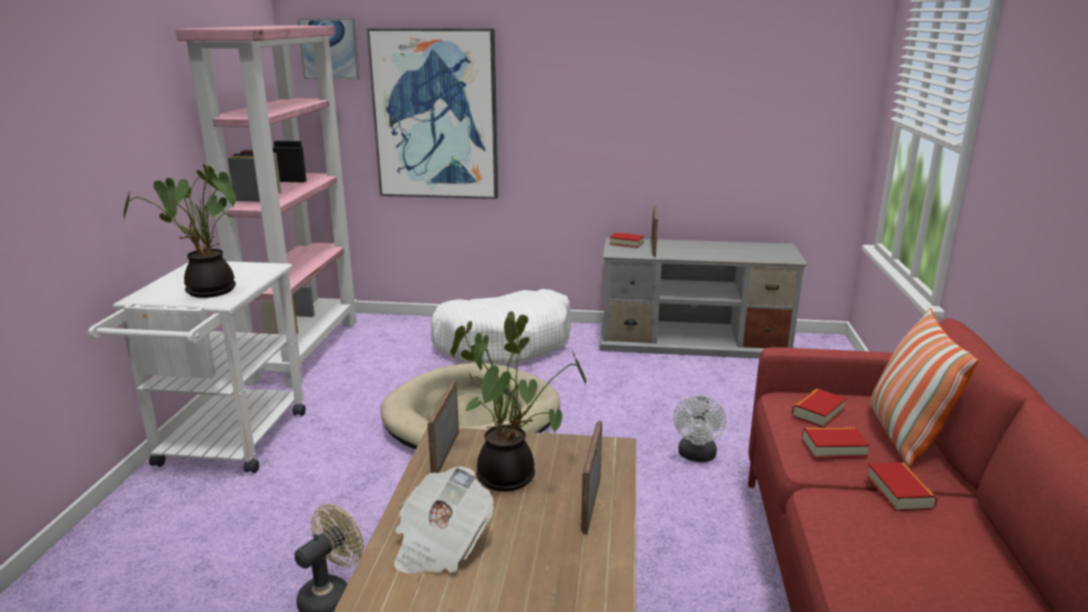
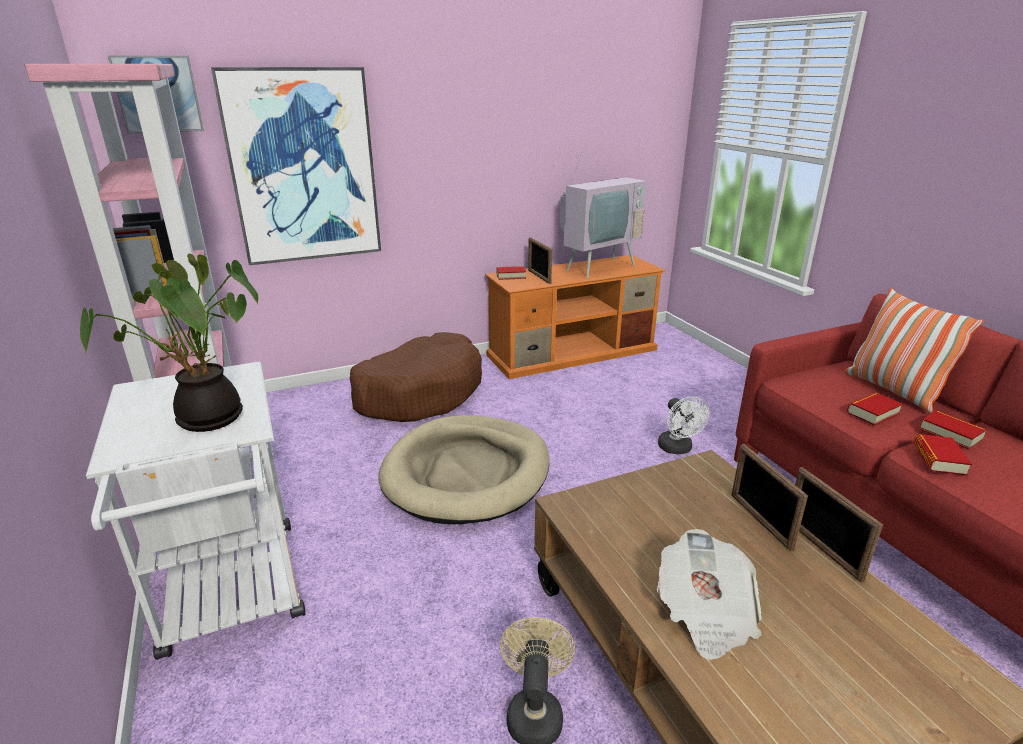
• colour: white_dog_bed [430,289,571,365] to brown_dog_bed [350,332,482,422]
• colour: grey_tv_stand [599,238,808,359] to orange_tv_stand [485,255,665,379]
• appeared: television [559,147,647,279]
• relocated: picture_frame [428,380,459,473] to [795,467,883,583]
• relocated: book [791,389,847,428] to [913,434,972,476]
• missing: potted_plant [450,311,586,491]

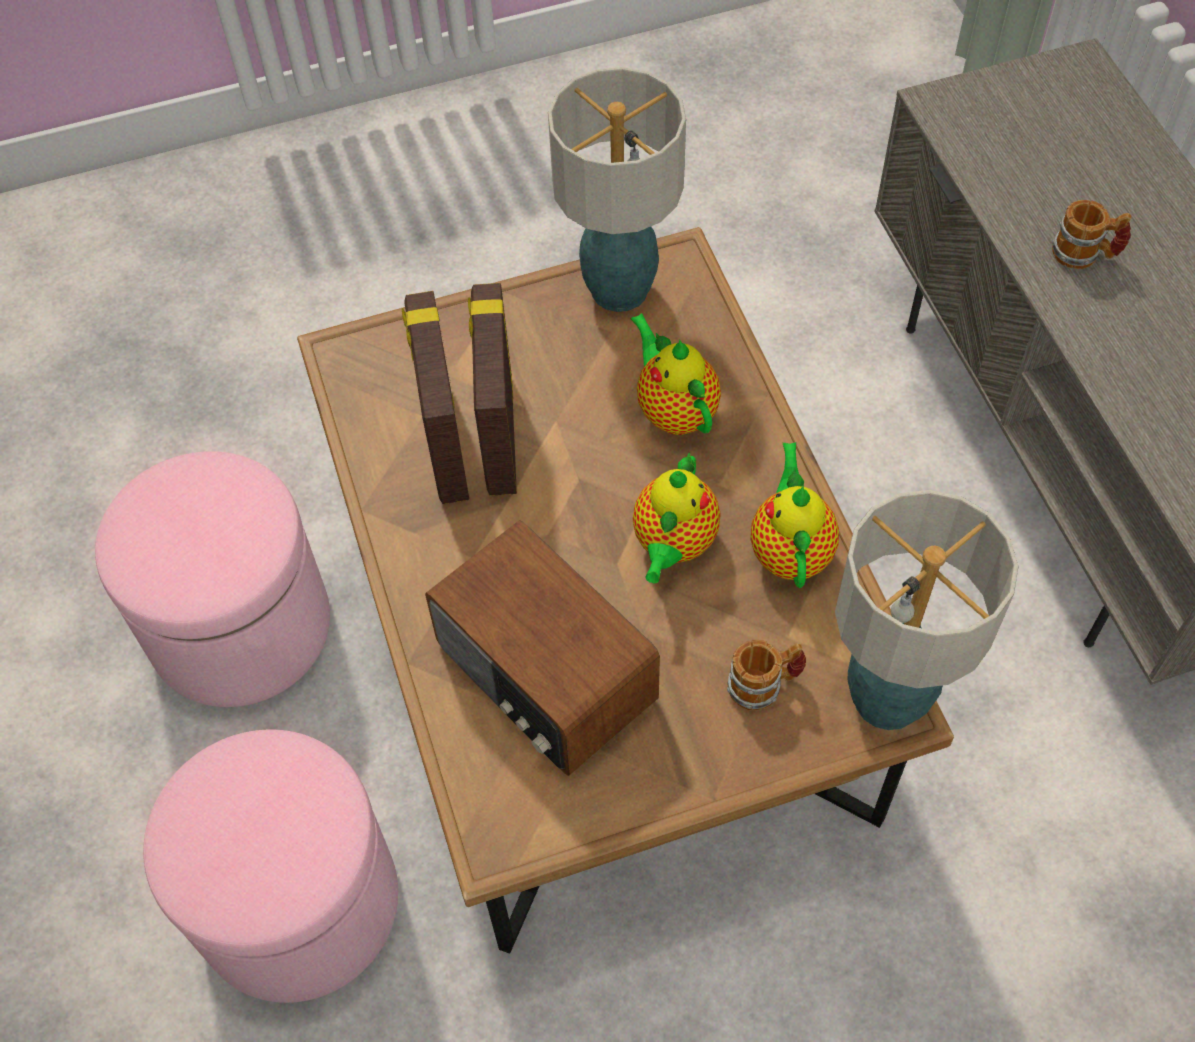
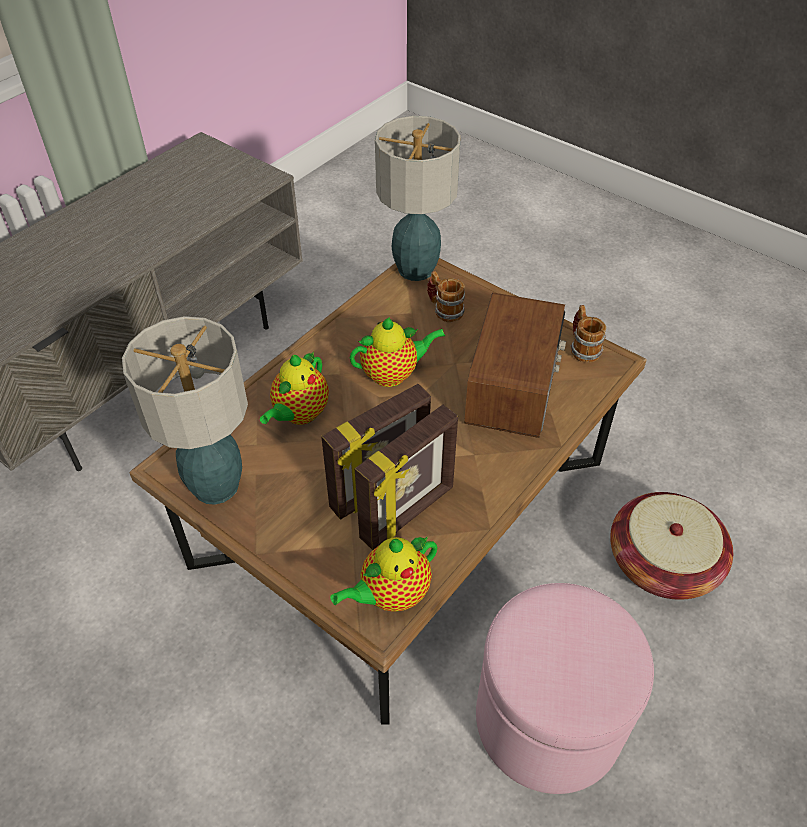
• relocated: teapot [750,442,839,588] to [330,536,438,612]
• relocated: mug [1052,200,1131,269] to [570,305,606,363]
• exchanged: pink_ottoman [143,730,398,1003] to basket [610,492,733,600]

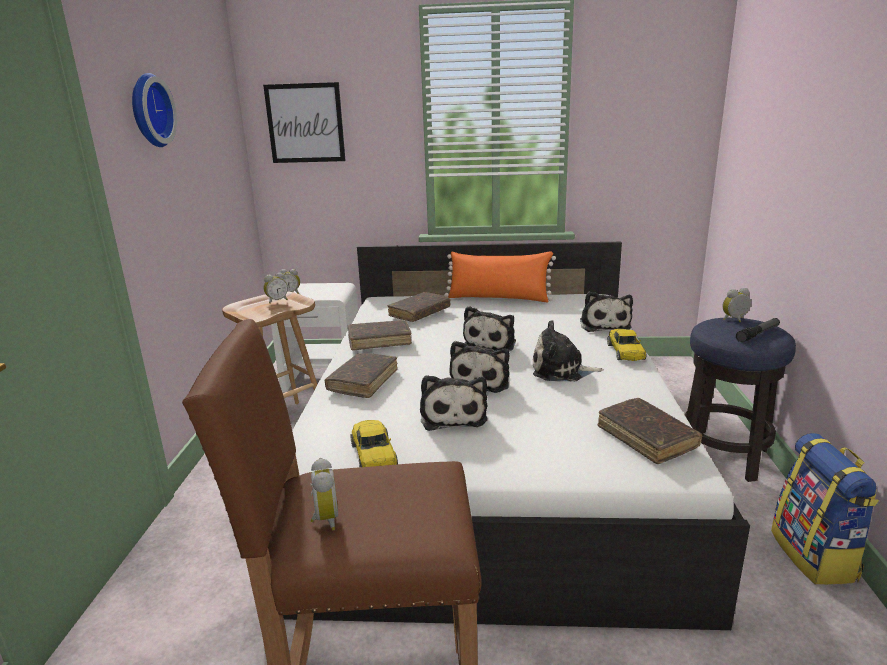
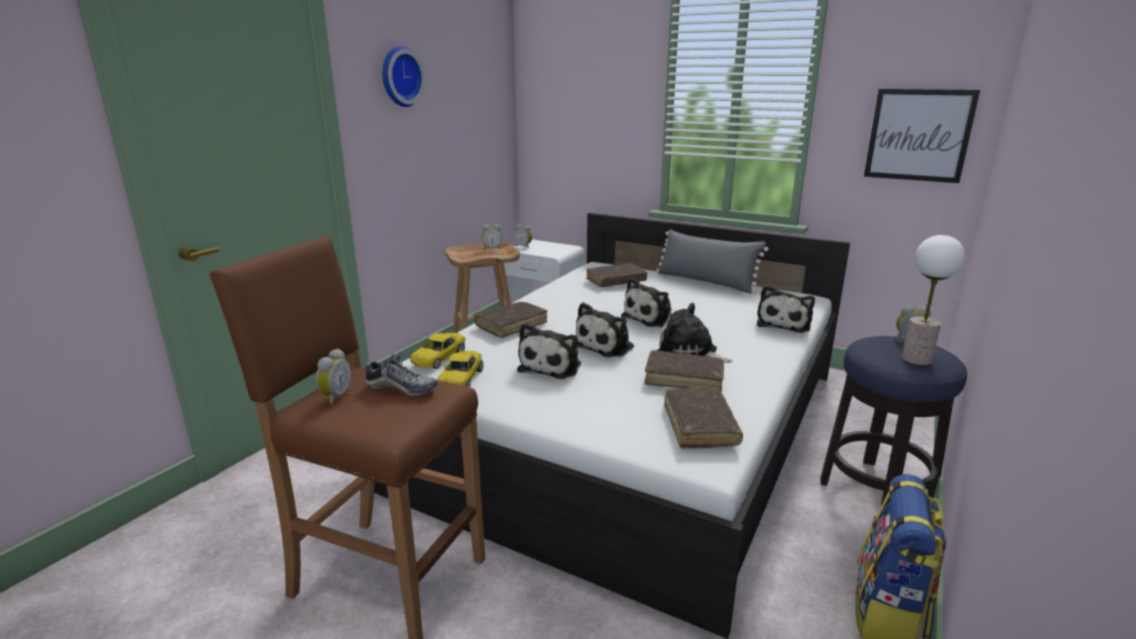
• appeared: shoe [365,352,438,396]
• relocated: yellow_toy_car [607,329,646,361] to [410,333,465,369]
• relocated: brown_book [348,320,412,351] to [644,350,724,392]
• colour: orange_pillow [445,251,556,302] to grey_pillow [656,229,769,294]
• relocated: picture [263,82,346,163] to [864,89,980,183]
• exchanged: flashlight [736,318,780,342] to table_lamp [902,235,965,365]

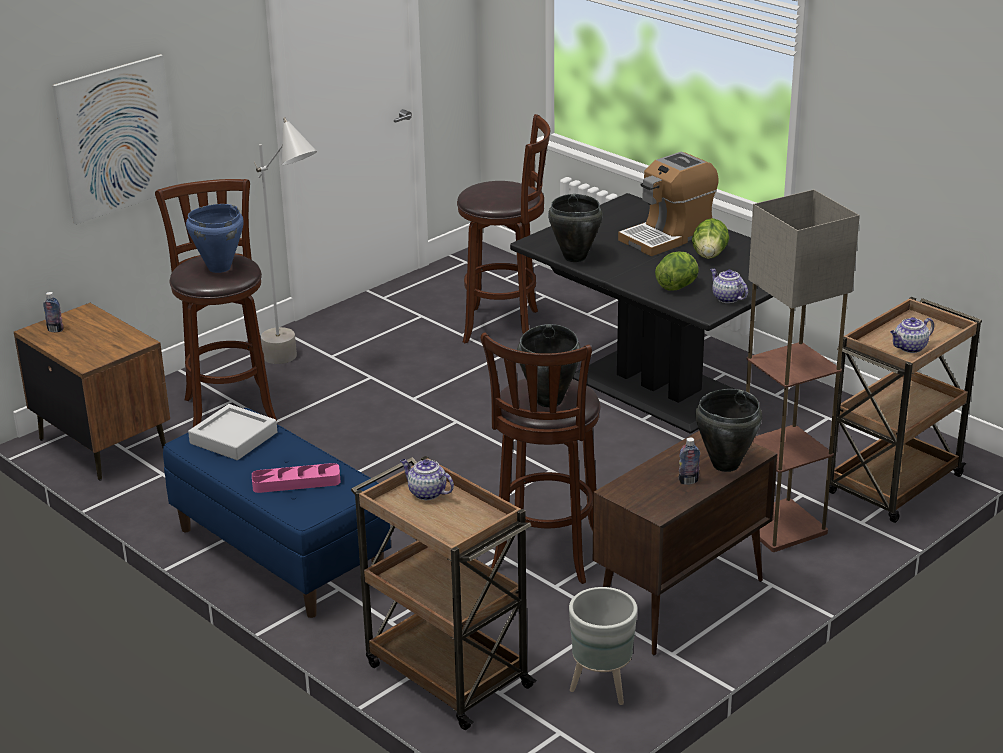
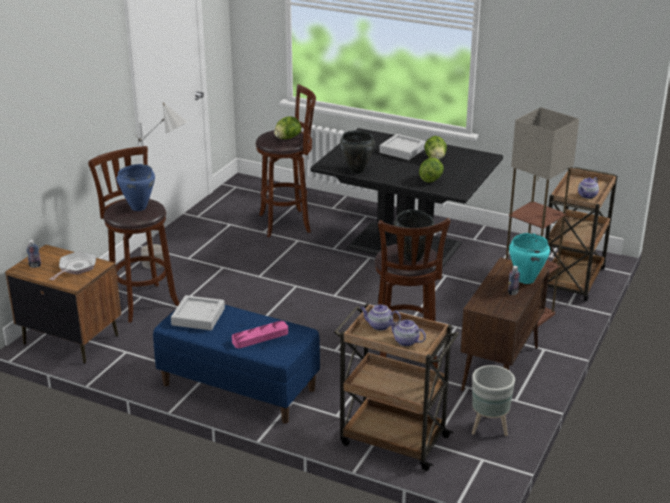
• appeared: frying_pan [50,251,96,280]
• appeared: lettuce [274,116,301,139]
• exchanged: coffee_machine [618,152,719,256] to grey_tray [379,134,426,160]
• relocated: teapot [710,268,748,303] to [389,319,426,347]
• colour: black_cooking_pot [695,389,762,472] to turquoise_cooking_pot [509,233,550,284]
• missing: picture [52,54,178,225]

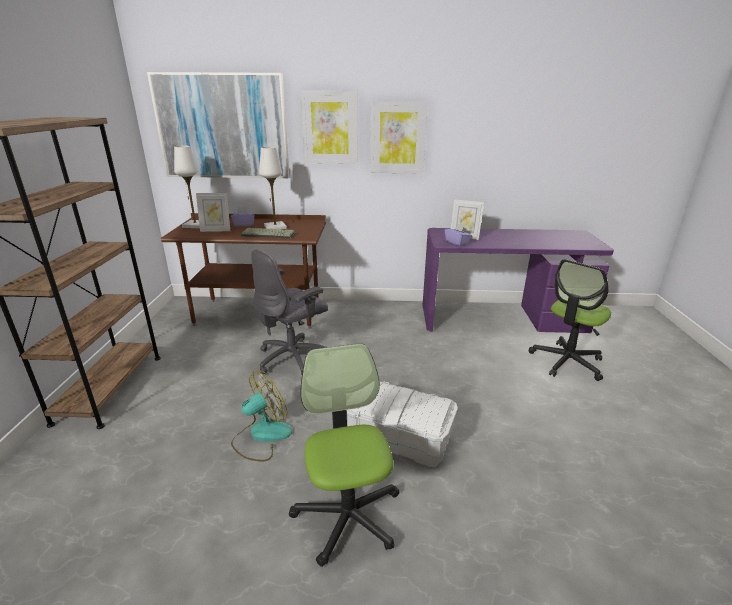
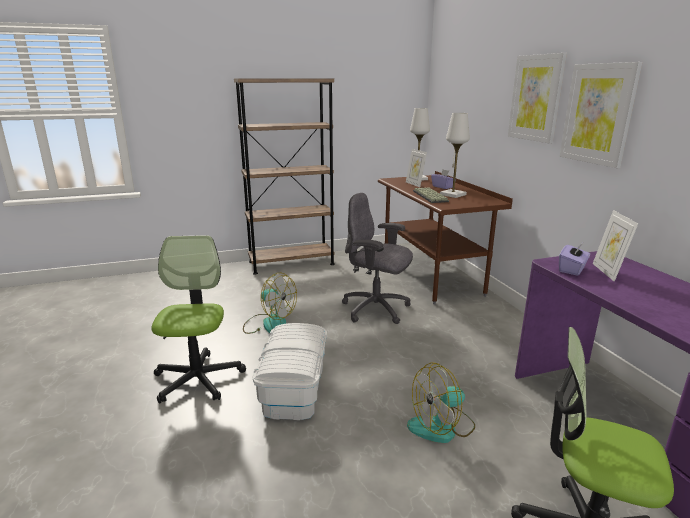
• spun: office_chair [289,343,400,567] = [151,235,246,404] 60 degrees counterclockwise
• appeared: fan [407,362,475,443]
• missing: picture [147,72,290,178]

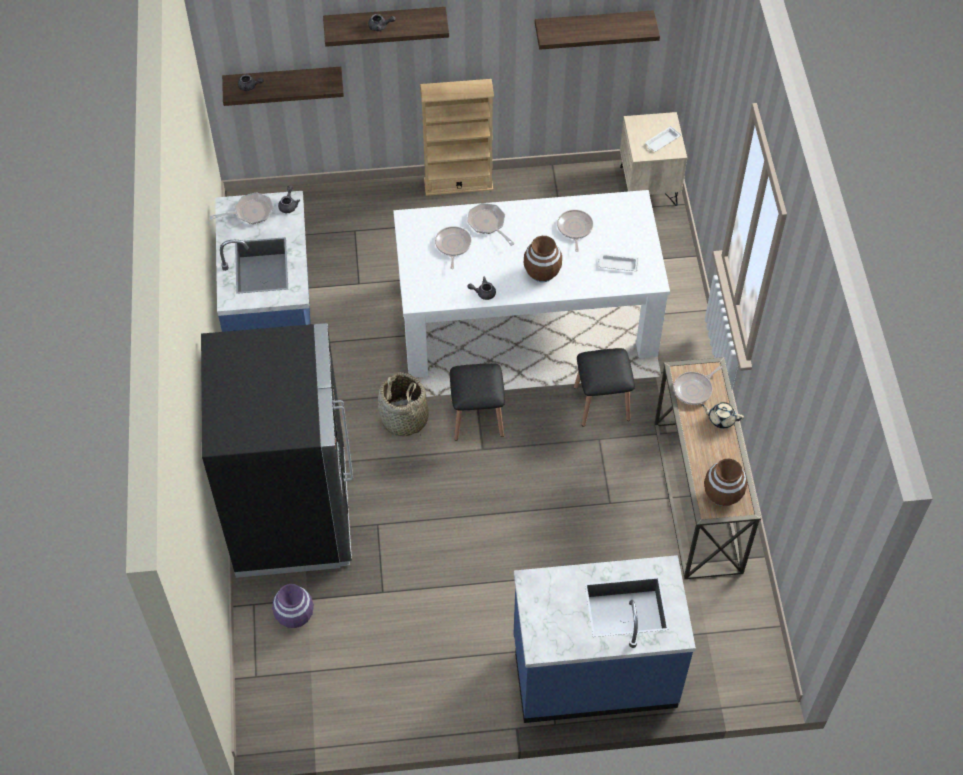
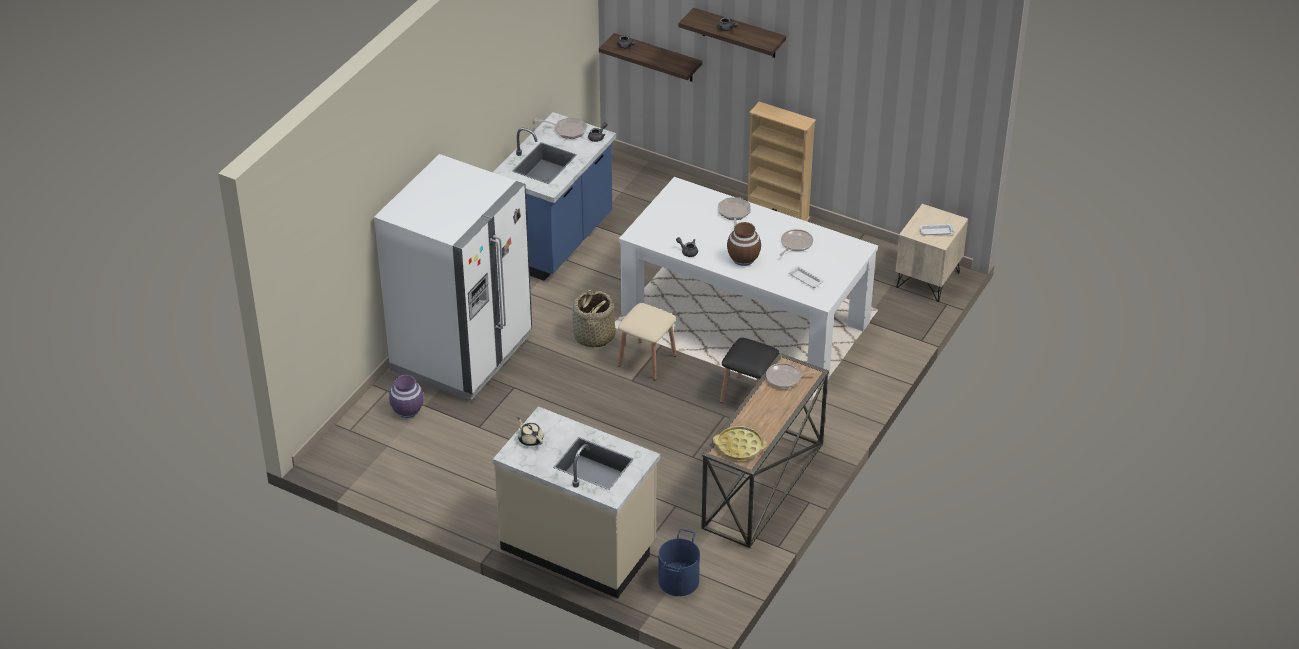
• colour: black_fridge [201,323,353,578] to white_fridge [374,154,532,400]
• colour: blue_counter [513,555,696,723] to beige_counter [493,406,660,598]
• relocated: beige_teapot [701,402,744,429] to [517,417,543,446]
• colour: black_stool [450,363,505,440] to beige_stool [618,303,676,380]
• appeared: blue_bucket [659,529,700,596]
• exchanged: brown_vase [704,459,747,506] to yellow_tray [713,426,767,460]
• missing: frying_pan [435,226,472,269]
• missing: shelf [535,10,660,50]

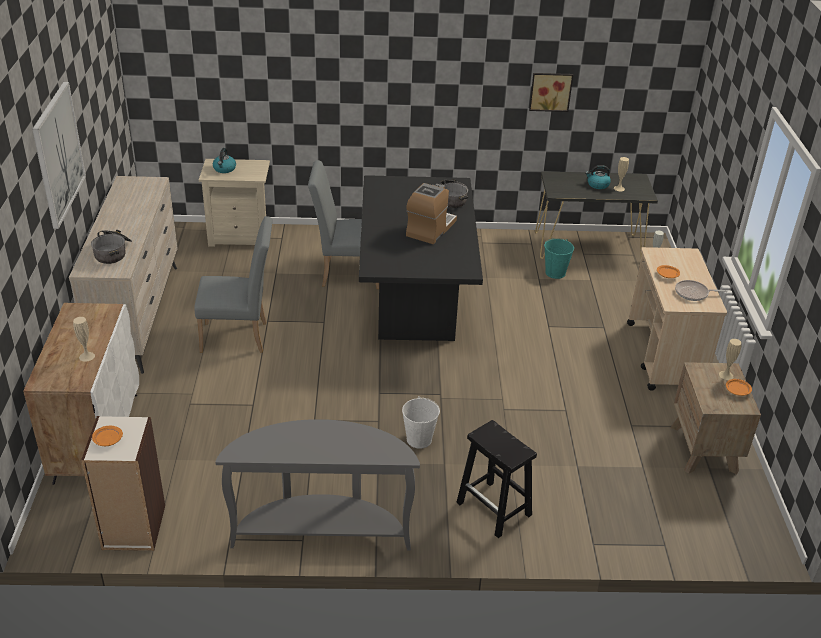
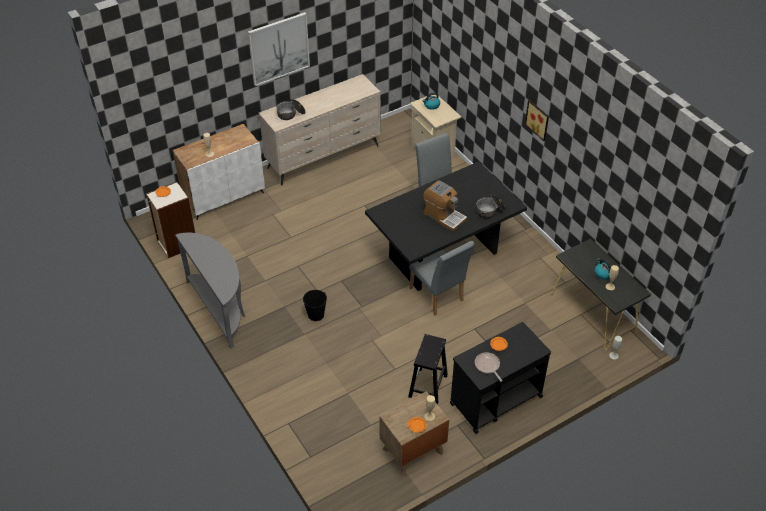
• colour: white_bucket [402,396,440,449] to black_bucket [303,290,327,321]
• relocated: black_stool [456,420,537,538] to [408,334,448,405]
• relocated: grey_chair [194,216,272,353] to [409,240,475,315]
• spun: coffee_machine [406,183,457,244] = [423,180,467,232] 45 degrees clockwise
• colour: beige_cart [627,247,727,391] to black_cart [450,322,551,434]
• relocated: picture [529,73,573,112] to [525,100,549,141]
• missing: turquoise_bucket [544,238,574,279]

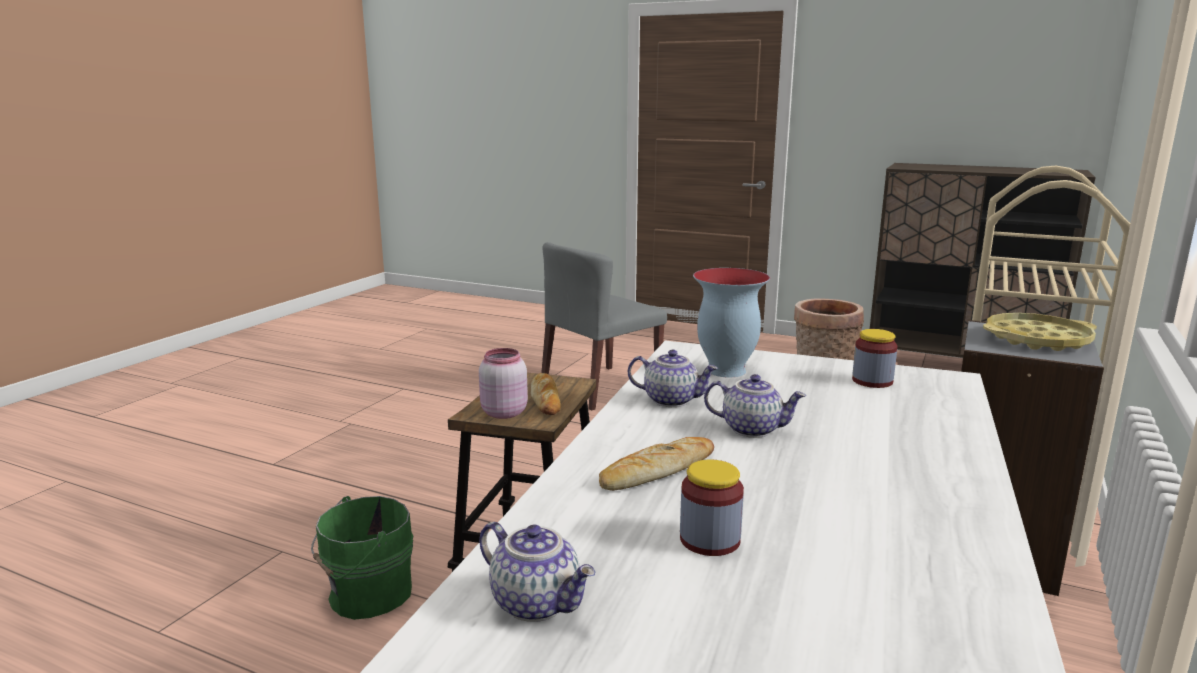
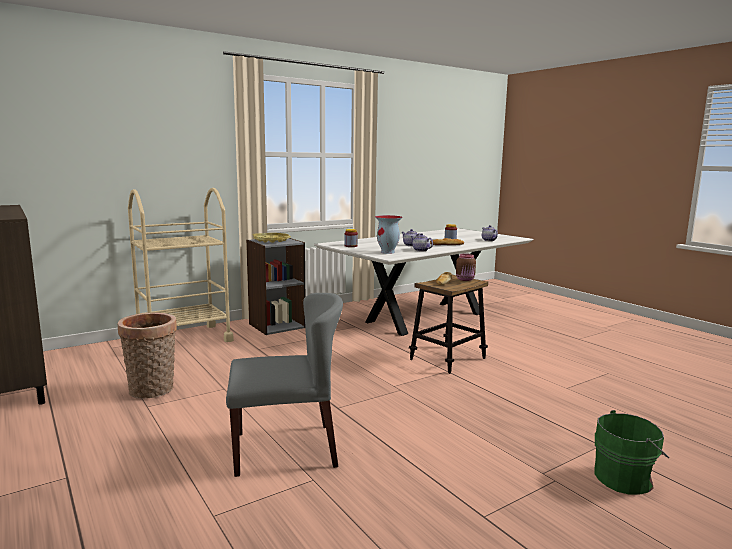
• colour: pink_jar [479,348,528,419] to brown_jar [456,253,476,281]
• relocated: green_bucket [311,496,413,620] to [594,410,669,495]

